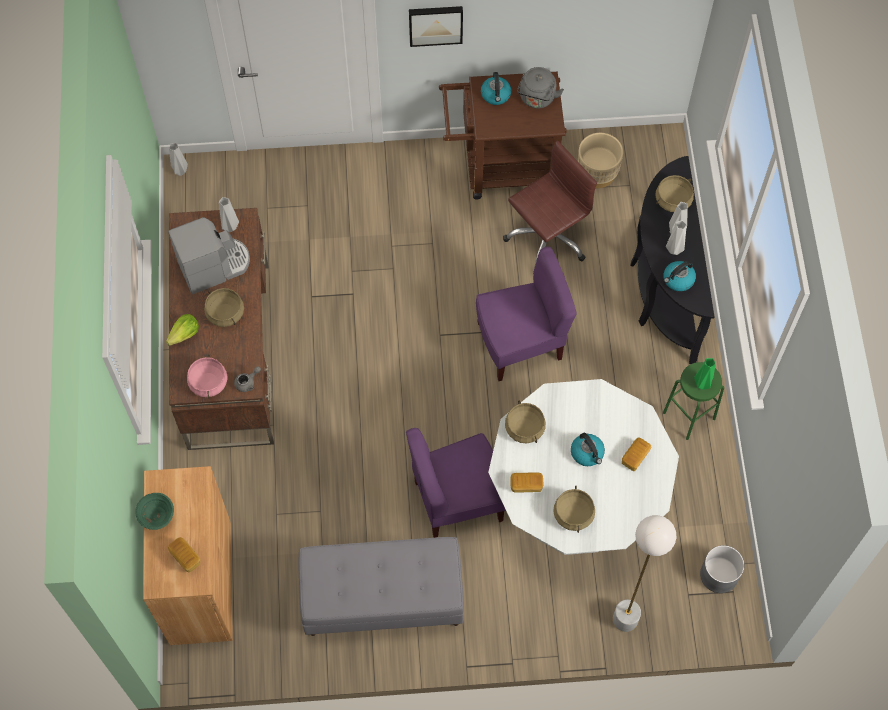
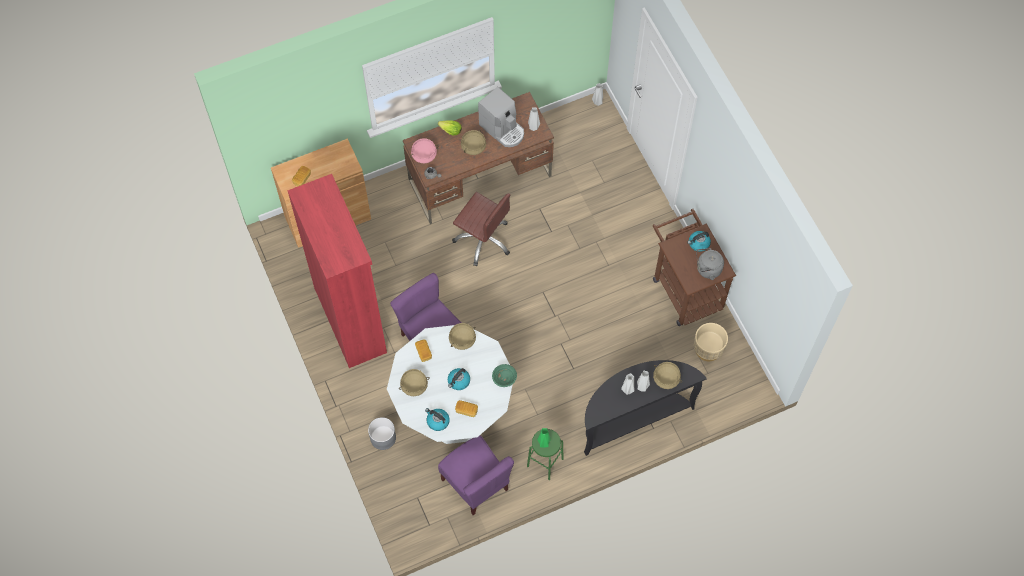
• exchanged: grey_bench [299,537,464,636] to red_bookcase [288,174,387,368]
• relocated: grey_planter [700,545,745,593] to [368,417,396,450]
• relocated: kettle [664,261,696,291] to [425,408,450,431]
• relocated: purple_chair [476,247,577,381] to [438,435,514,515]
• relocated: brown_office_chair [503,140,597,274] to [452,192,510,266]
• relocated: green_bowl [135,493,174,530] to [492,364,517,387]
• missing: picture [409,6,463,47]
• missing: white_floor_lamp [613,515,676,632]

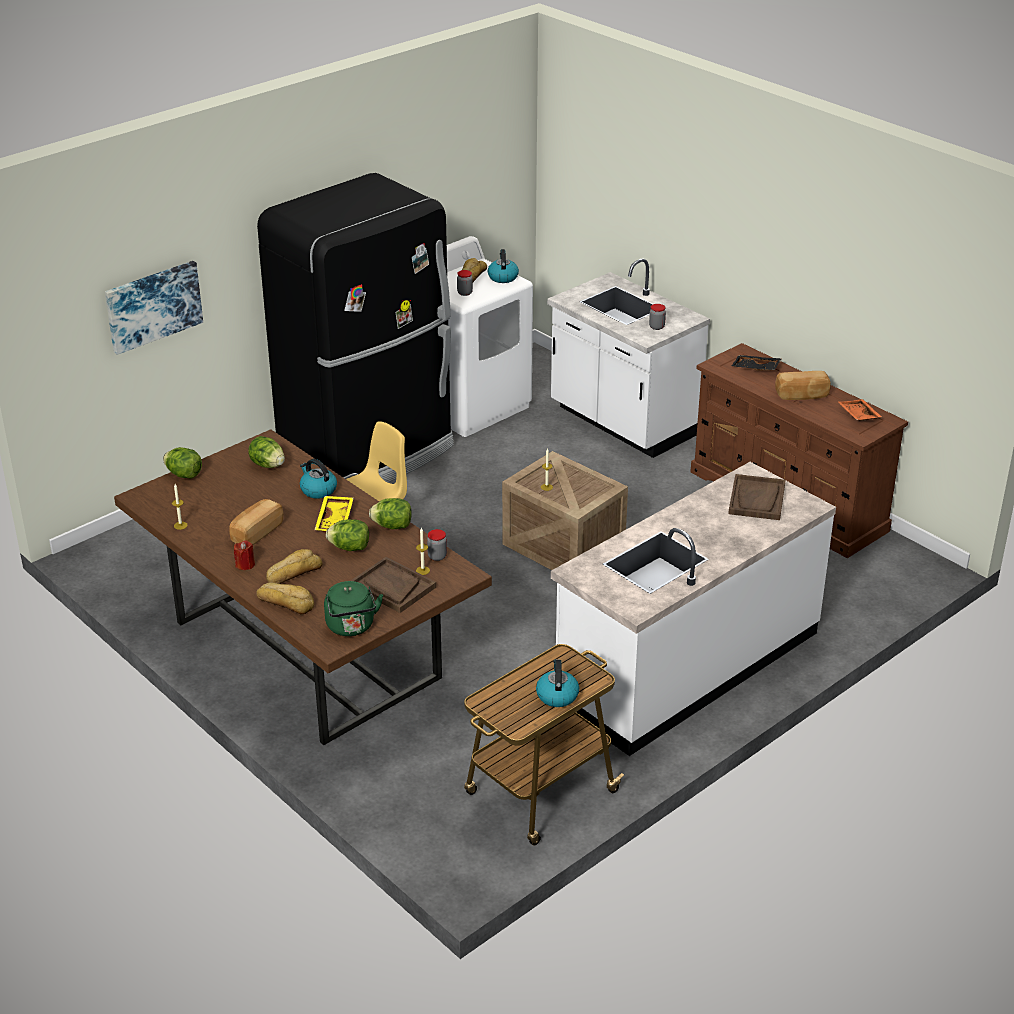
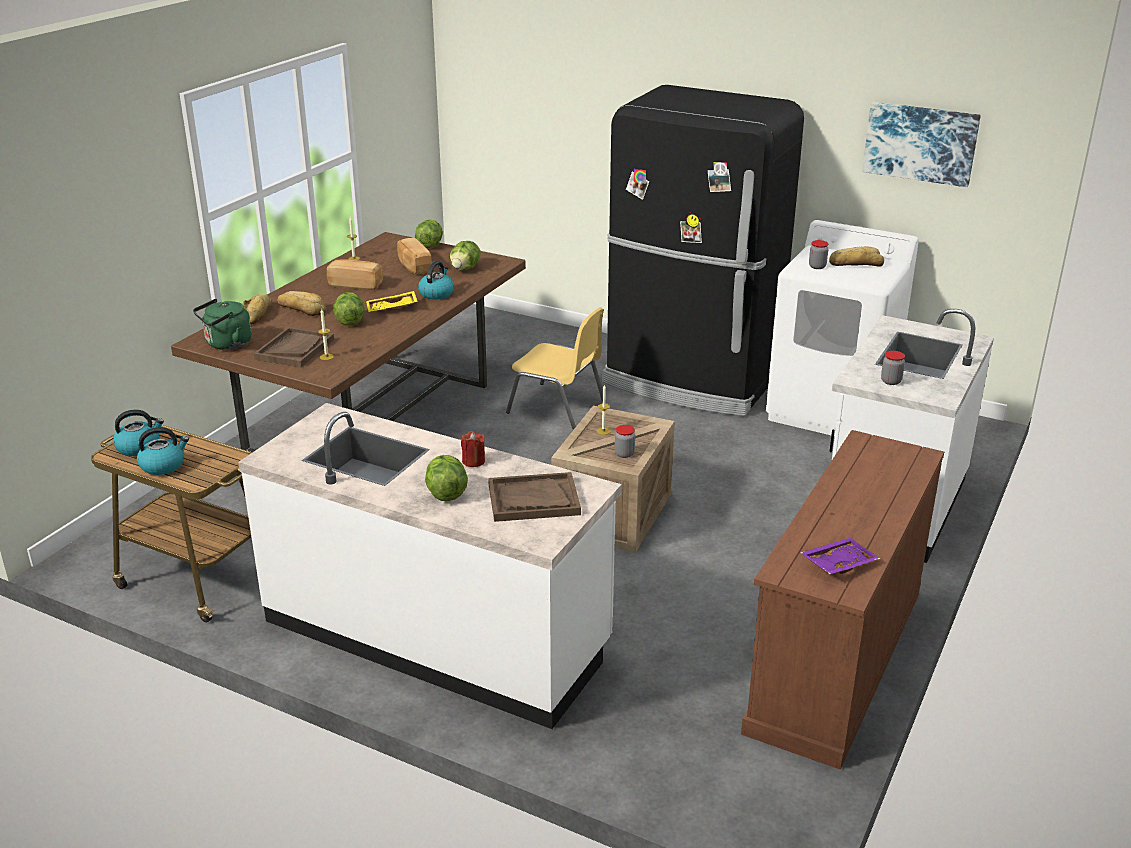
• relocated: kettle [488,249,519,283] to [113,410,164,456]
• relocated: bread [775,371,831,400] to [397,237,432,274]
• relocated: lettuce [369,498,412,529] to [425,455,468,501]
• relocated: red_candle [234,540,255,570] to [461,431,485,467]
• relocated: jar [427,529,447,561] to [615,425,635,458]
• colour: orange_tray [838,399,882,421] to purple_tray [800,537,880,574]
• relocated: picture [105,261,203,355] to [862,102,981,187]
• missing: black_tray [731,355,781,371]

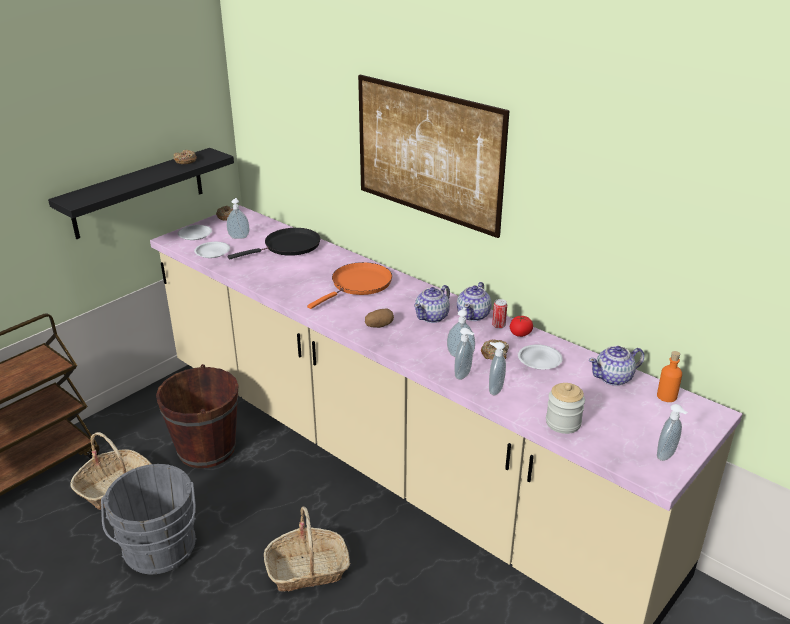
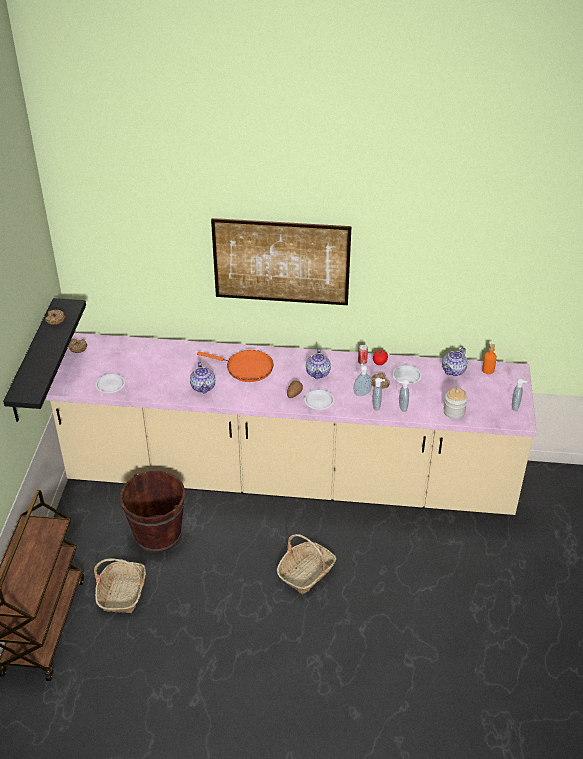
• relocated: teapot [457,282,492,321] to [190,362,215,394]
• spun: orange_frying_pan [307,262,392,309] = [197,350,274,382] 105 degrees clockwise
• relocated: white_plate [178,225,212,240] to [304,389,334,410]
• missing: grey_bucket [101,464,197,574]
• missing: soap_dispenser [227,198,249,239]
• missing: black_frying_pan [227,228,320,259]

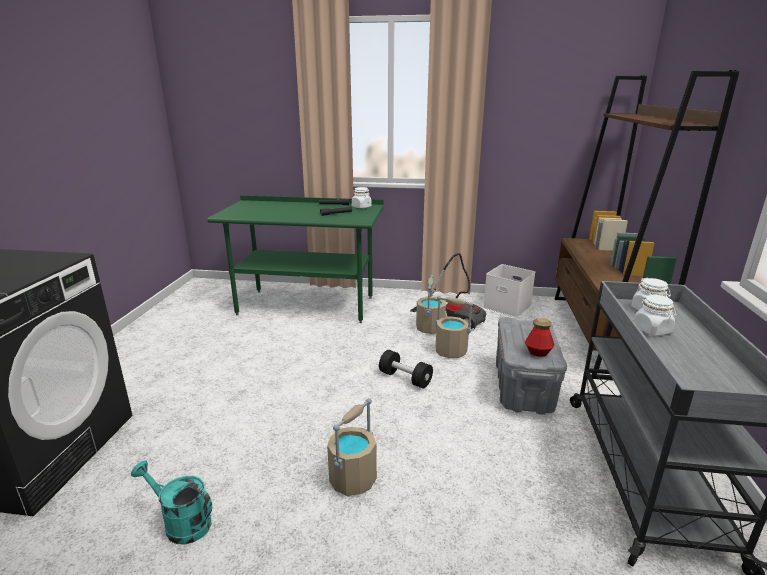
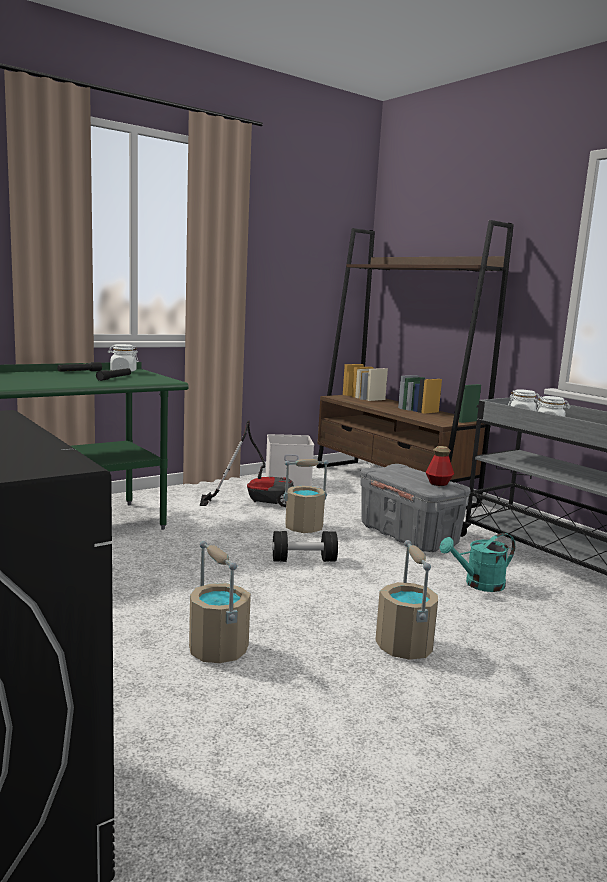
• relocated: beige_bucket [416,275,446,334] to [189,541,251,663]
• relocated: turquoise_watering_can [131,460,212,545] to [439,533,515,592]

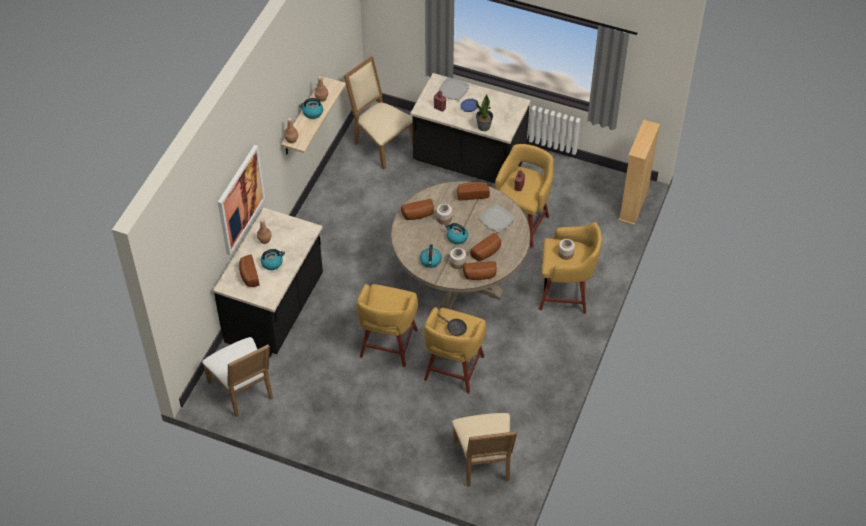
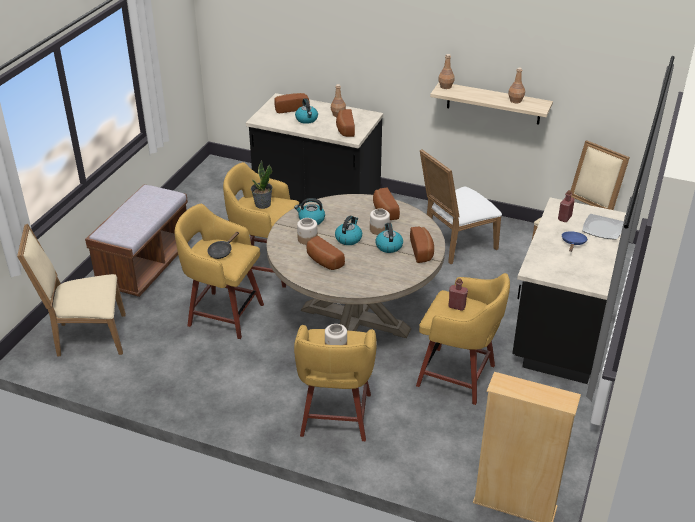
• appeared: brown_bench [85,184,188,297]
• relocated: potted_plant [476,95,493,131] to [251,160,273,209]
• relocated: bread [463,261,497,280] to [336,109,355,137]
• relocated: kettle [299,98,323,119] to [376,223,403,253]
• relocated: white_chair [202,337,273,417] to [420,149,502,265]
• missing: picture [218,145,265,255]
• missing: plate [479,204,516,232]

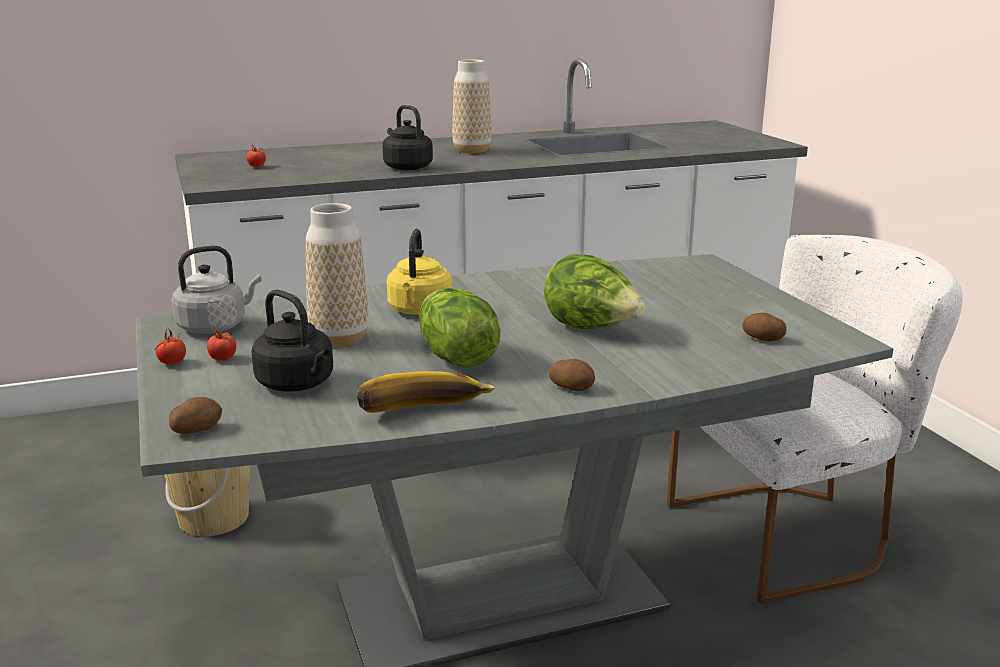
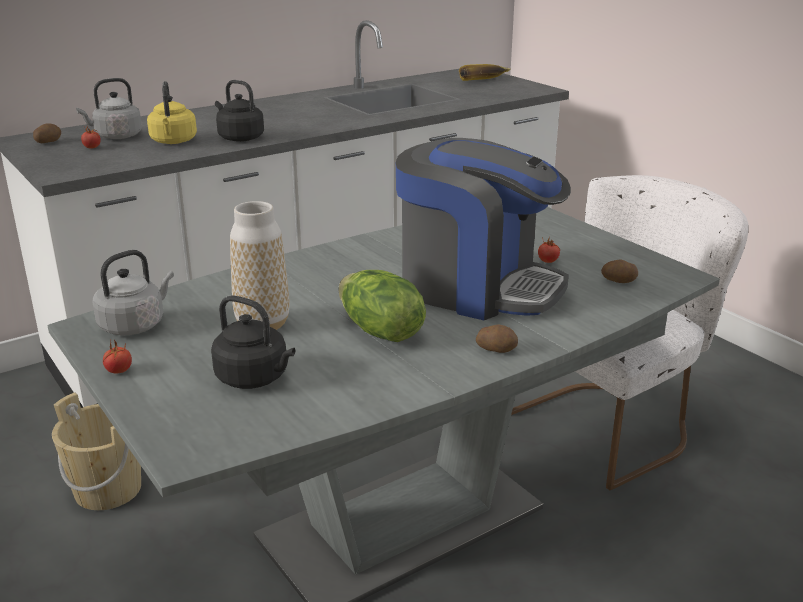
• relocated: potato [169,397,222,434] to [33,124,61,143]
• appeared: grey_kettle [76,78,142,139]
• relocated: yellow_kettle [387,229,452,315] to [147,81,197,144]
• exchanged: lettuce [544,254,645,329] to coffee_machine [396,138,571,320]
• relocated: banana [357,371,495,413] to [459,64,510,81]
• relocated: tomato [207,325,236,361] to [538,237,560,263]
• missing: vase [452,60,492,153]

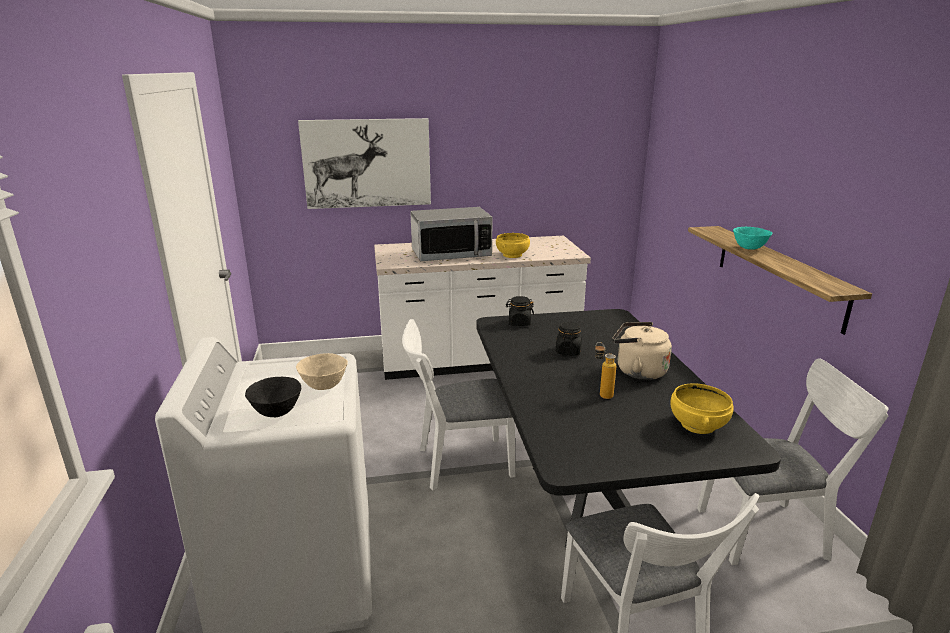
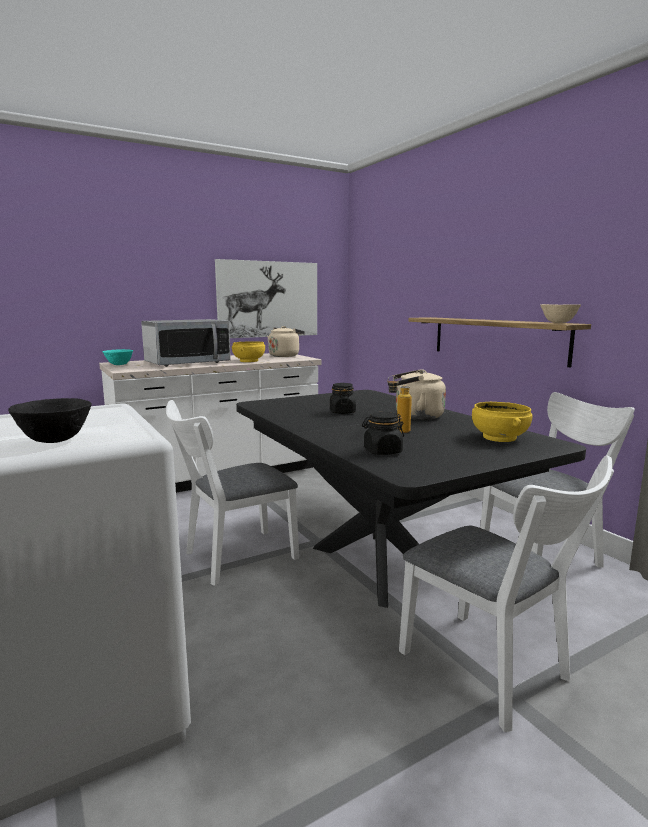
• relocated: turquoise_bowl [733,227,772,250] to [103,349,133,365]
• relocated: picture [298,118,431,209] to [215,259,317,338]
• appeared: beige_kettle [267,326,305,357]
• relocated: black_jar [506,296,534,326] to [362,412,404,455]
• relocated: beige_bowl [296,353,348,390] to [540,304,581,323]

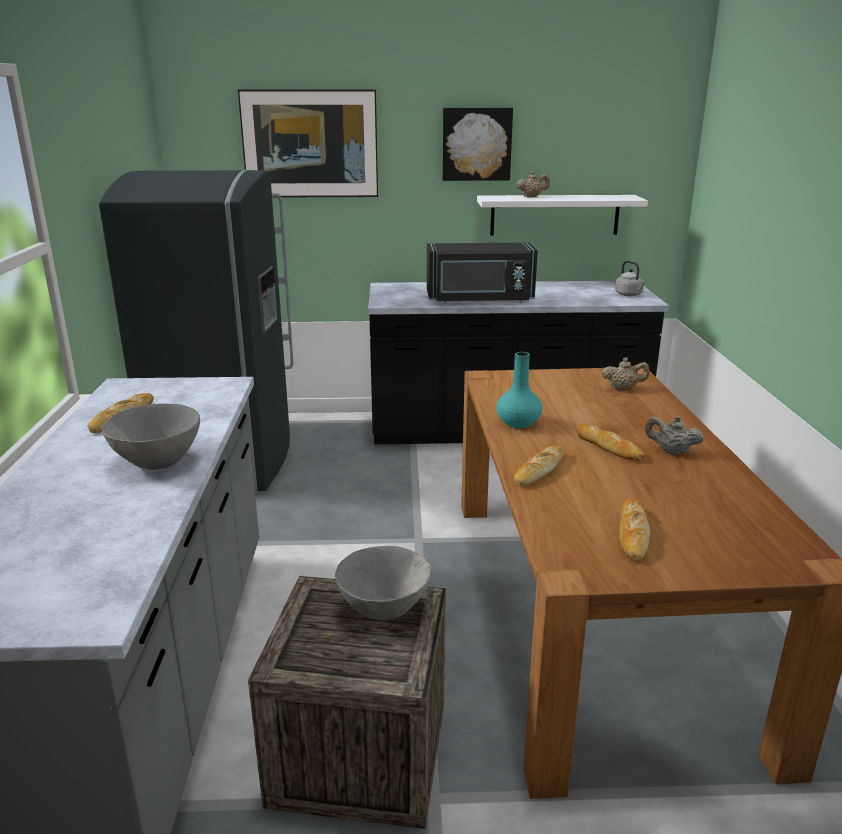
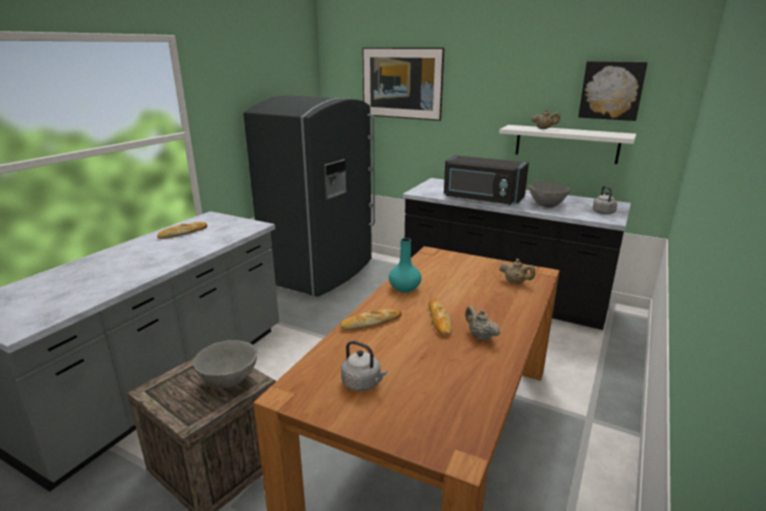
• exchanged: bread [619,499,650,561] to grey_kettle [341,341,387,391]
• relocated: grey_bowl [102,403,200,470] to [529,182,570,207]
• relocated: picture [442,108,513,181] to [578,61,648,121]

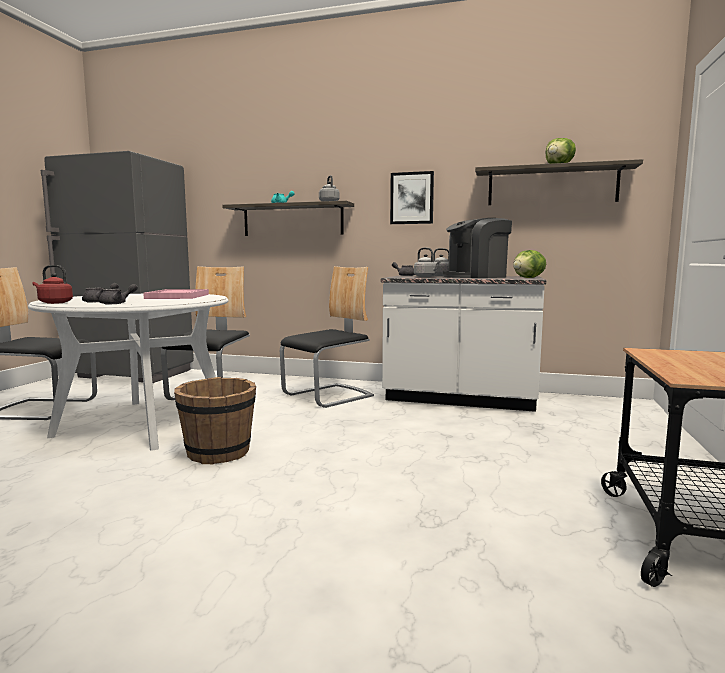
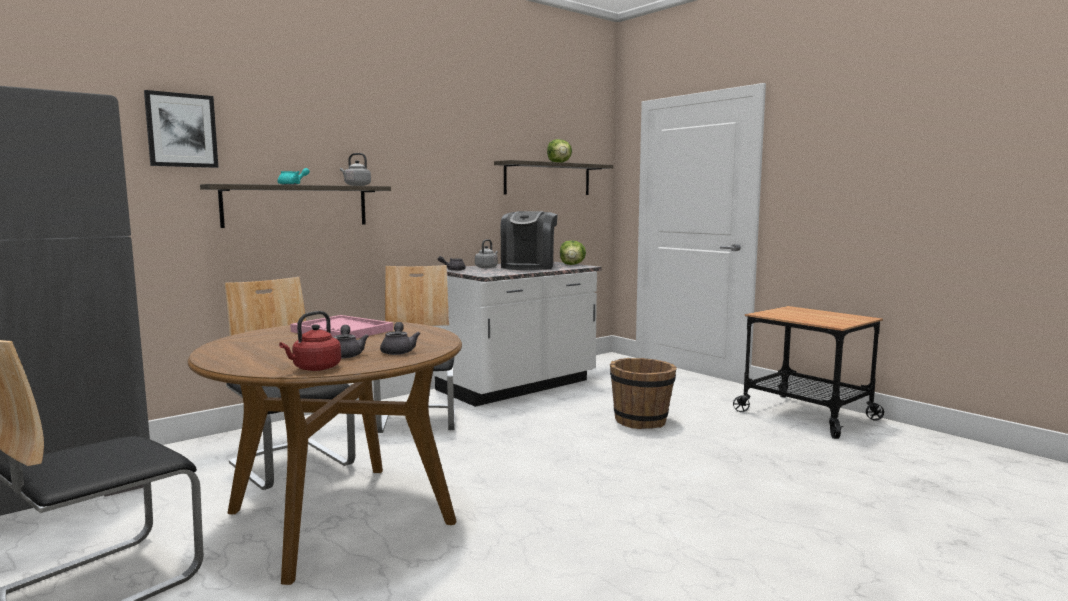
• relocated: picture [390,171,434,224] to [144,90,218,168]
• colour: white_dining_table [28,294,229,451] to brown_dining_table [187,321,462,585]
• relocated: brown_bucket [174,377,256,464] to [610,358,677,429]
• missing: grey_kettle [414,248,441,277]

